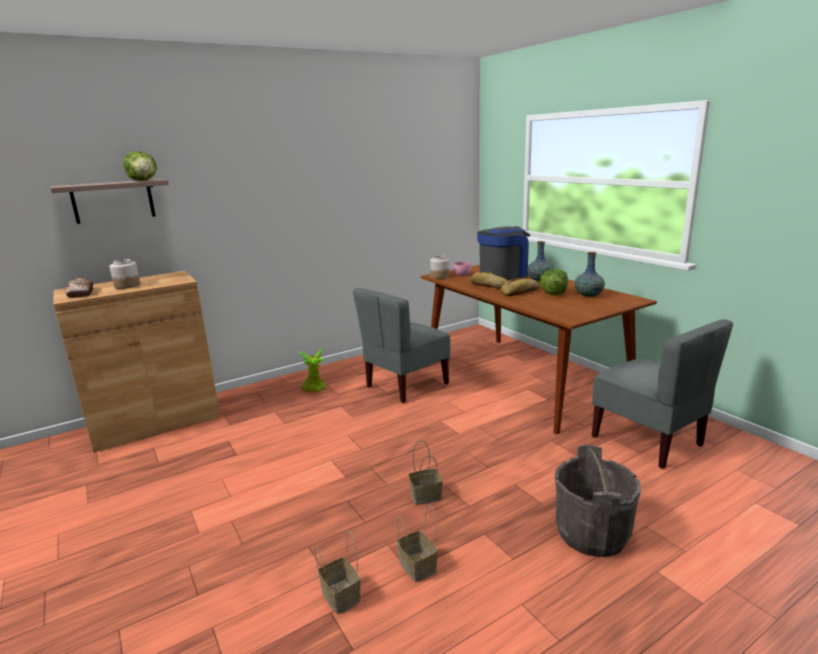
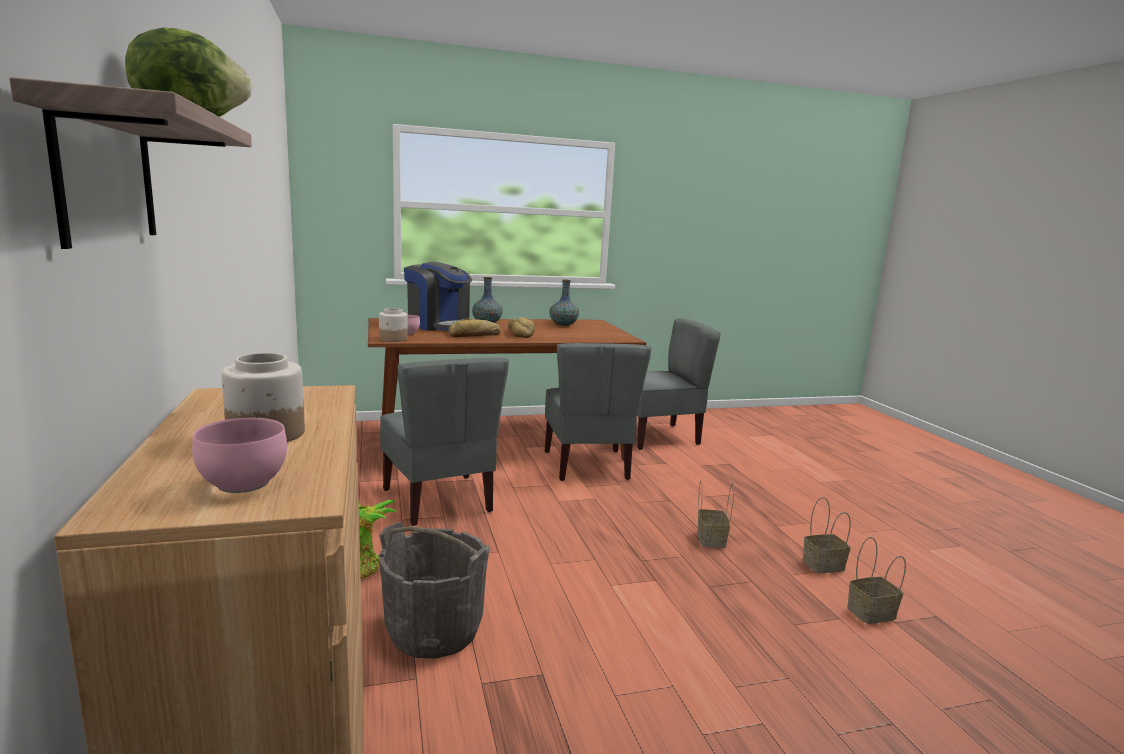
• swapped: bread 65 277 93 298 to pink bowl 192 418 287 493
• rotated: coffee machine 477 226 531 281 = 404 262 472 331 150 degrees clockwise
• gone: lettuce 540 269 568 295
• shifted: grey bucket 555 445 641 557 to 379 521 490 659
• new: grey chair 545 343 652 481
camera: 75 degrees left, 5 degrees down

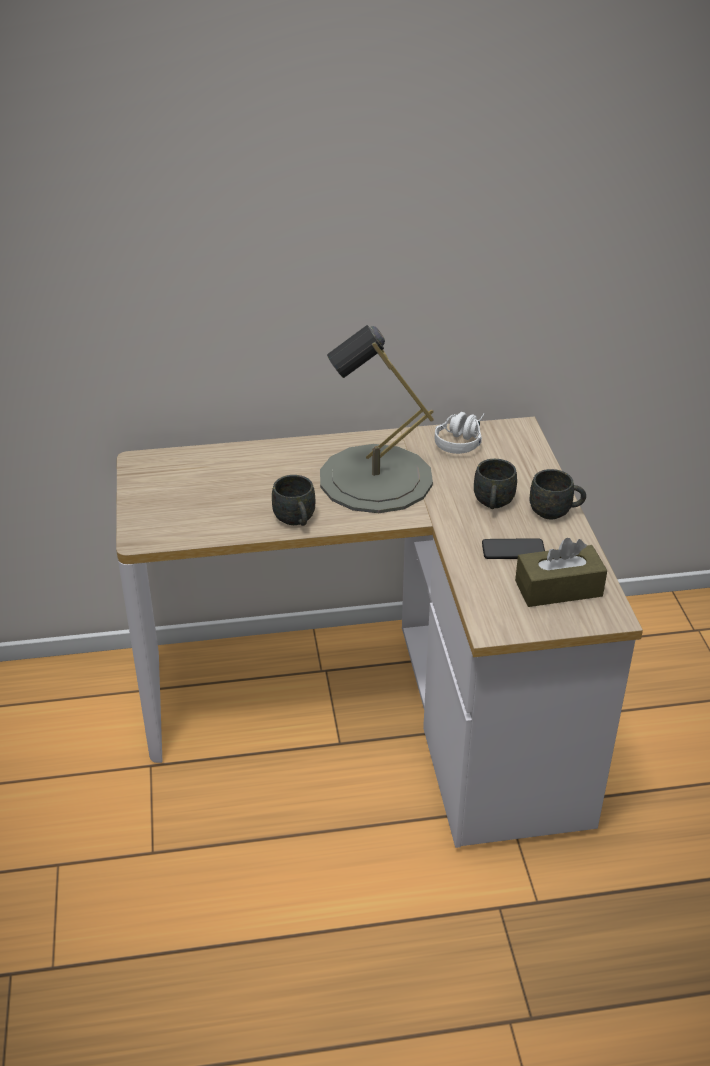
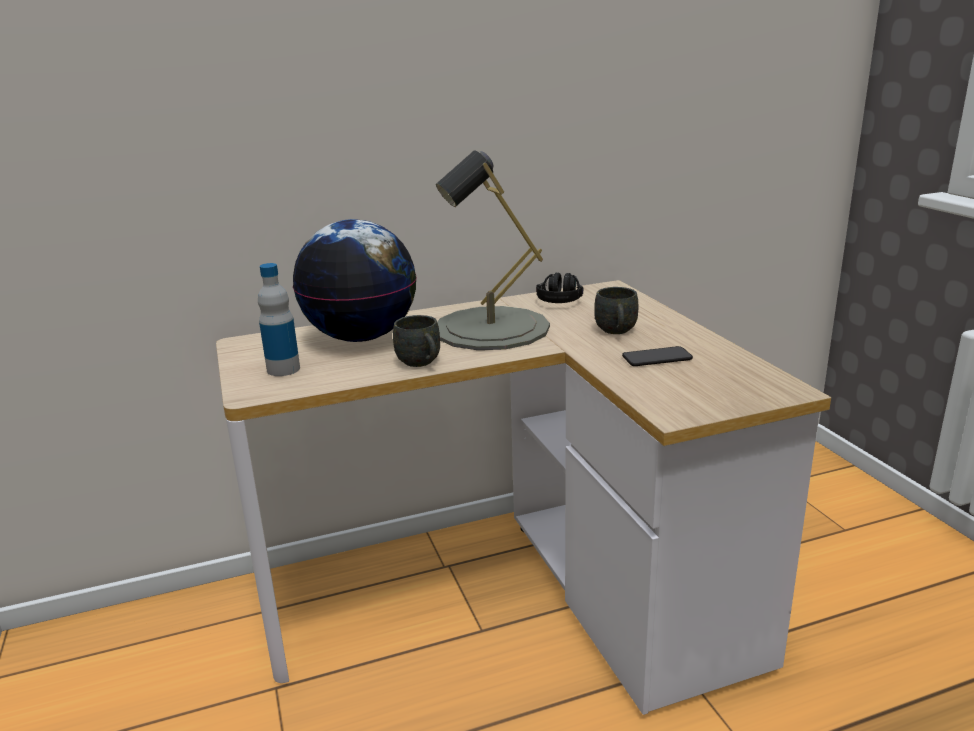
• repainted: white headphones 435 412 485 454 to black headphones 536 273 583 303
• gone: brown tissue box 515 538 607 607
• gone: grey mug 530 469 586 519
• new: bottle 258 263 300 376
• new: globe 293 219 417 342
camera: 10 degrees left, 15 degrees down

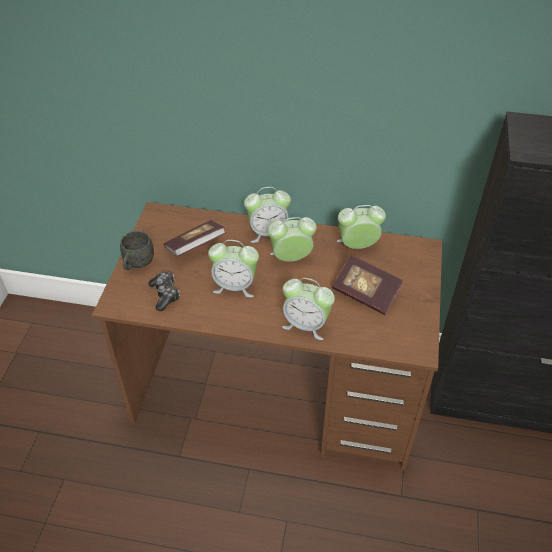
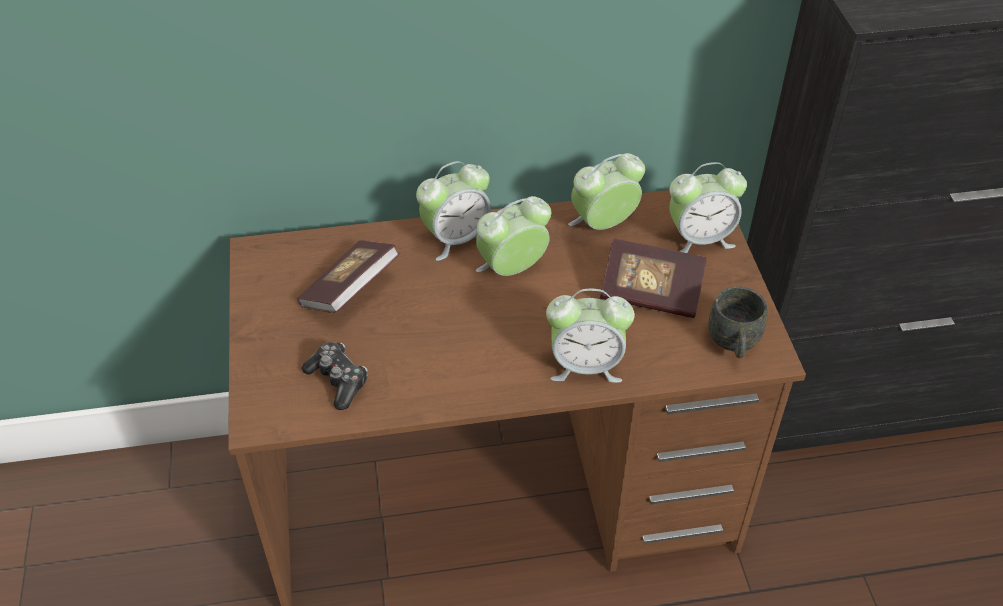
• shifted: grey mug 120 231 154 270 to 708 286 768 358
• shifted: alarm clock 208 240 259 297 to 669 162 747 253
camera: 20 degrees left, 0 degrees up

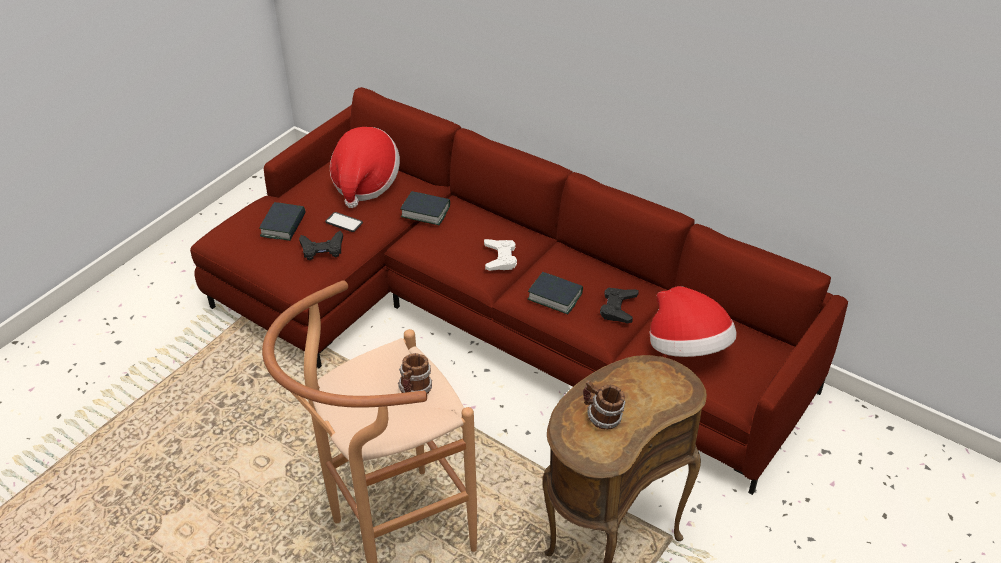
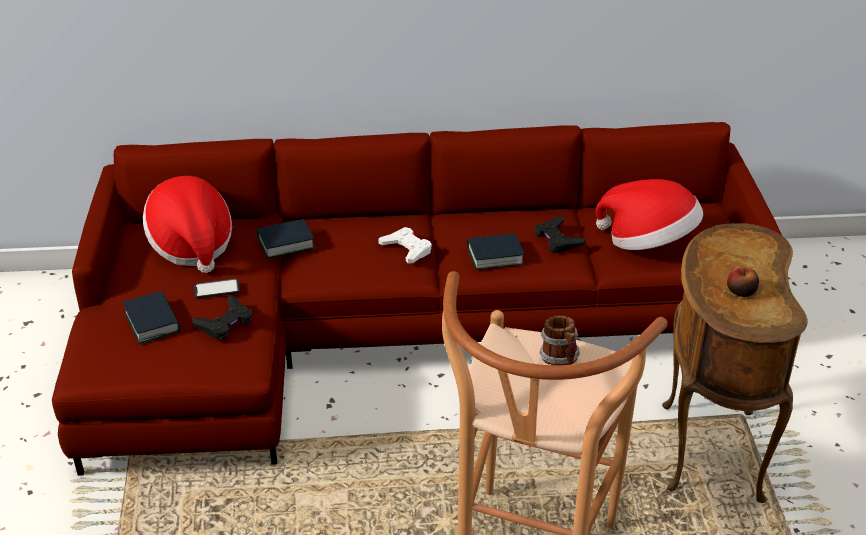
• swapped: mug 583 381 626 430 to apple 727 267 759 297
camera: 40 degrees left, 5 degrees down

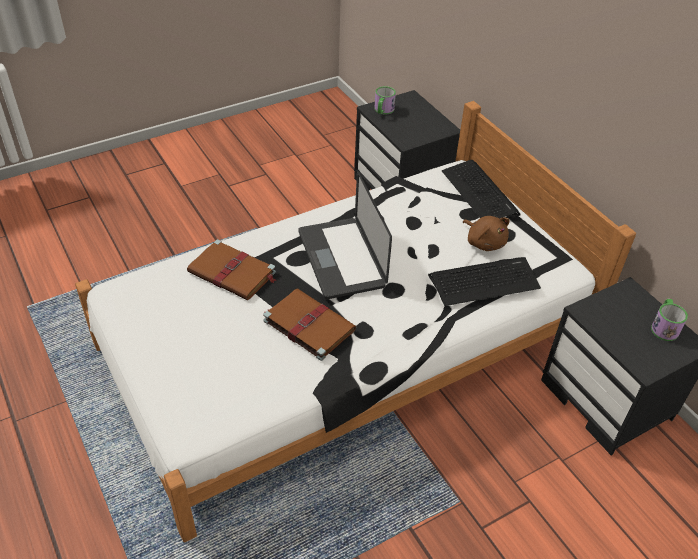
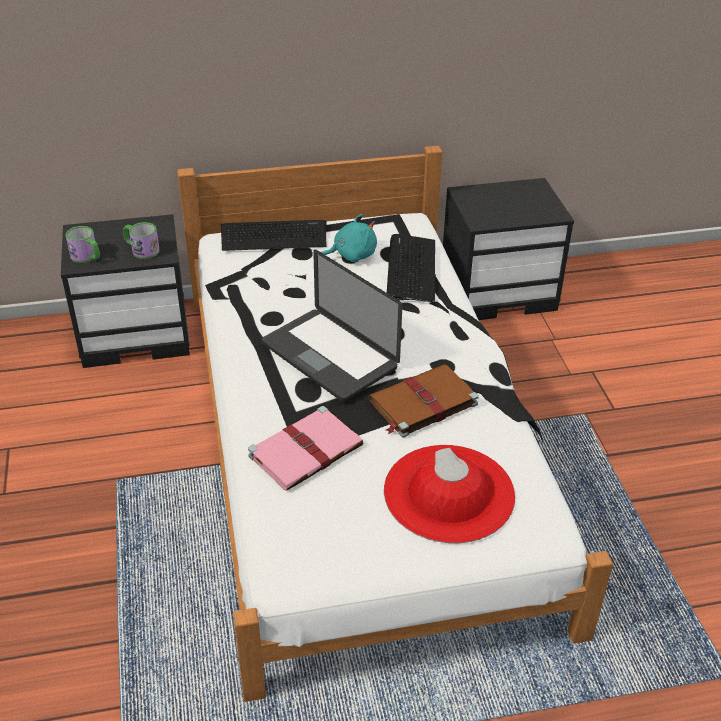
• repainted: brown book 187 239 276 300 to pink book 248 406 363 491
• rotated: laptop 298 171 392 299 = 262 250 402 402 45 degrees clockwise
• repainted: brown plush toy 463 216 510 251 to turquoise plush toy 321 214 377 262
• shifted: mug 651 299 688 341 to 123 222 160 259
• new: red hat 384 445 515 543
camera: 70 degrees left, 5 degrees down

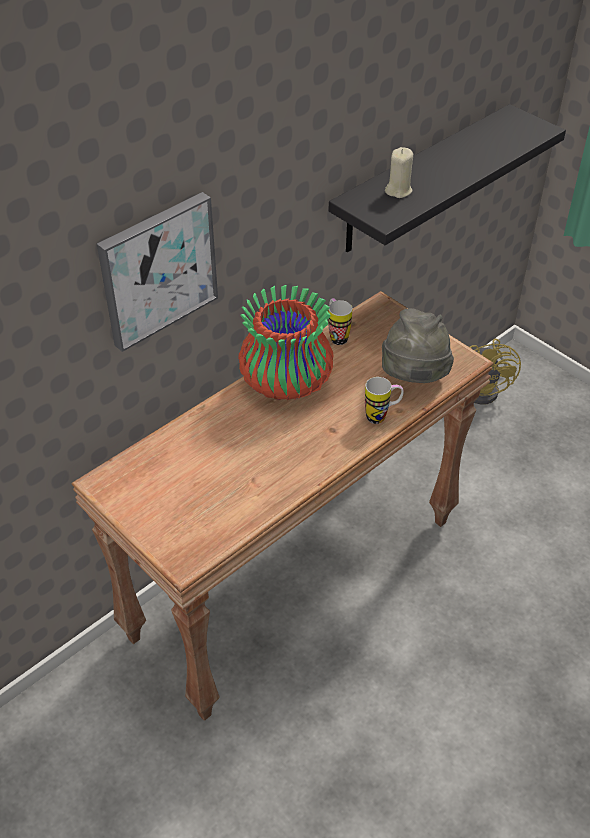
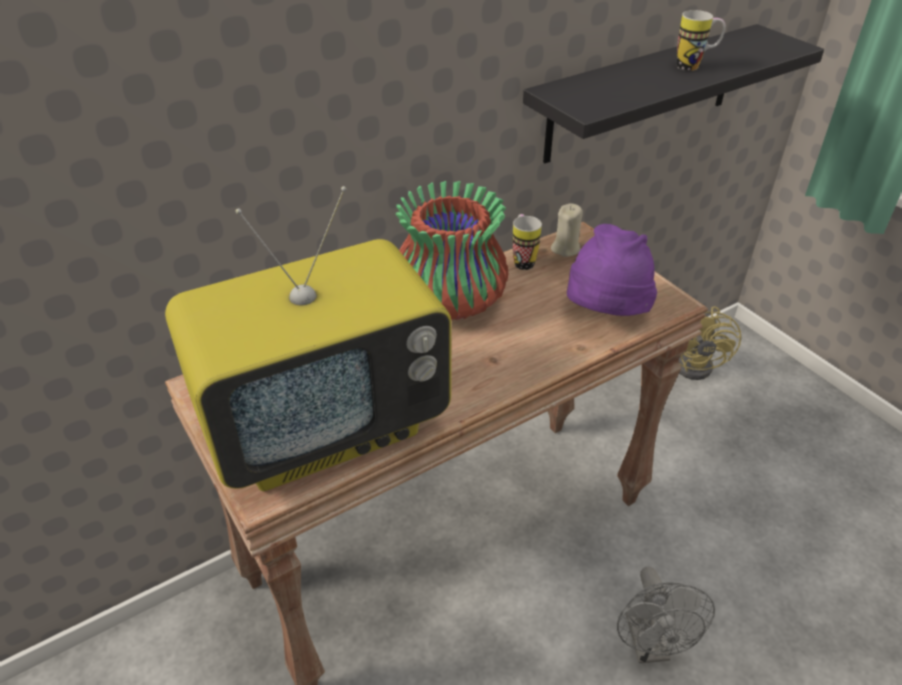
• gone: picture 97 192 218 352
• shifted: mug 365 377 403 424 to 677 10 726 71
• repainted: grey hat 382 308 454 383 to purple hat 567 224 657 316
• shifted: beige candle 385 147 413 198 to 551 203 583 257
• new: television 165 186 451 491
• new: grey fan 617 566 715 663
camera: 10 degrees right, 5 degrees down

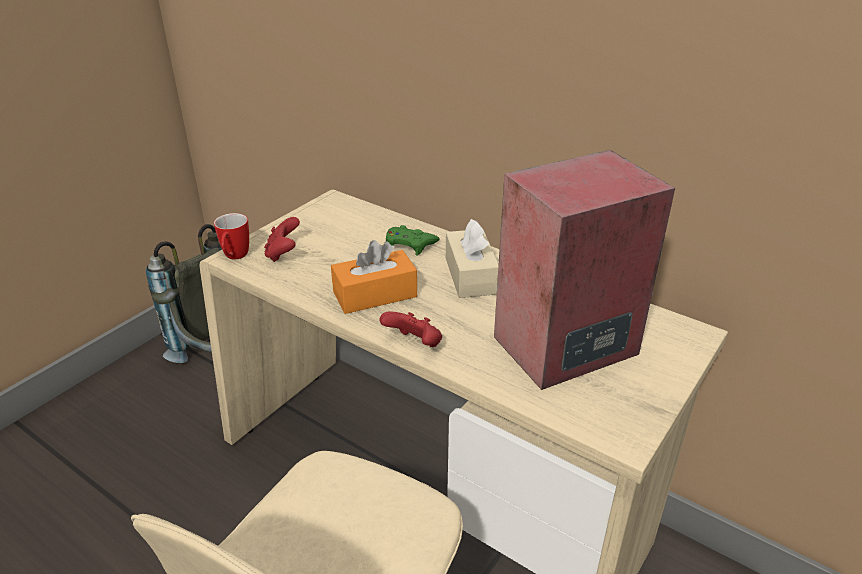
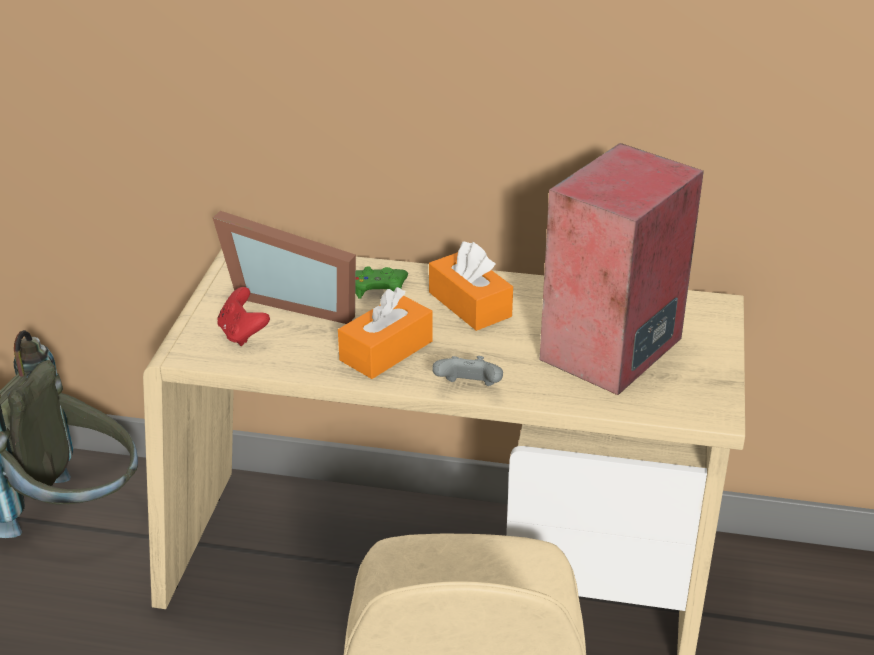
• gone: mug 214 213 249 259
• repainted: red game controller 380 311 442 347 to grey game controller 432 356 503 386
• repainted: beige tissue box 446 219 499 298 to orange tissue box 429 241 513 331
• new: picture frame 213 211 356 324
camera: 25 degrees left, 0 degrees up

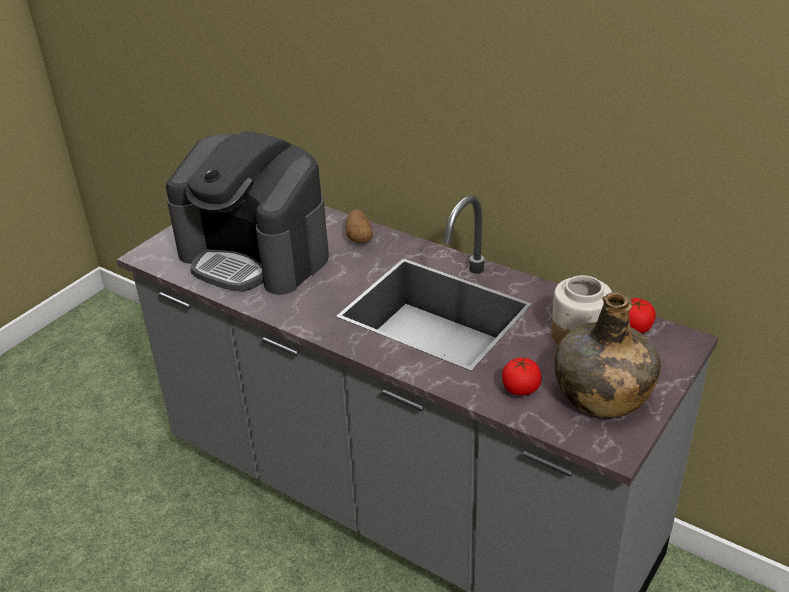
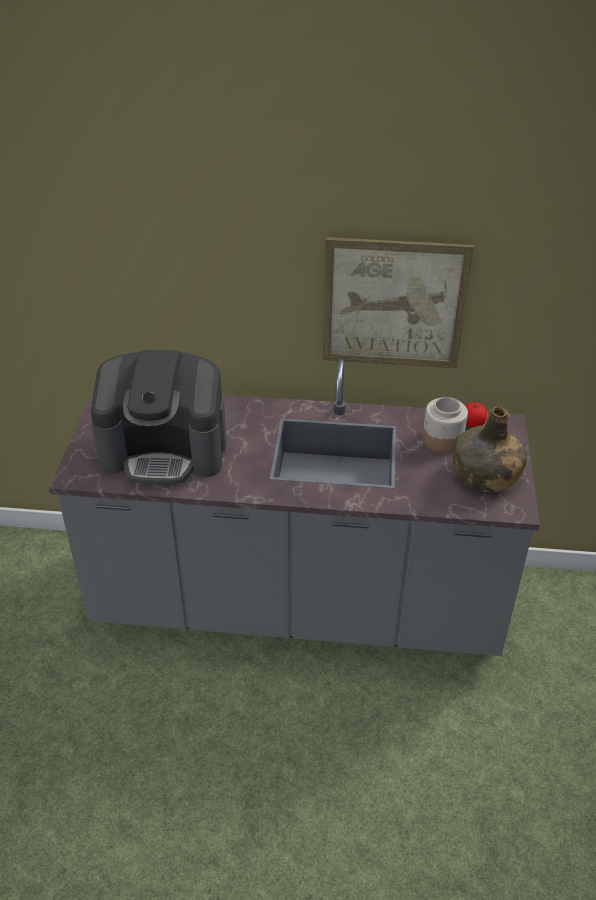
• gone: potato 346 209 373 243
• gone: tomato 502 357 542 396
• new: picture 323 237 474 368
camera: 30 degrees left, 5 degrees up

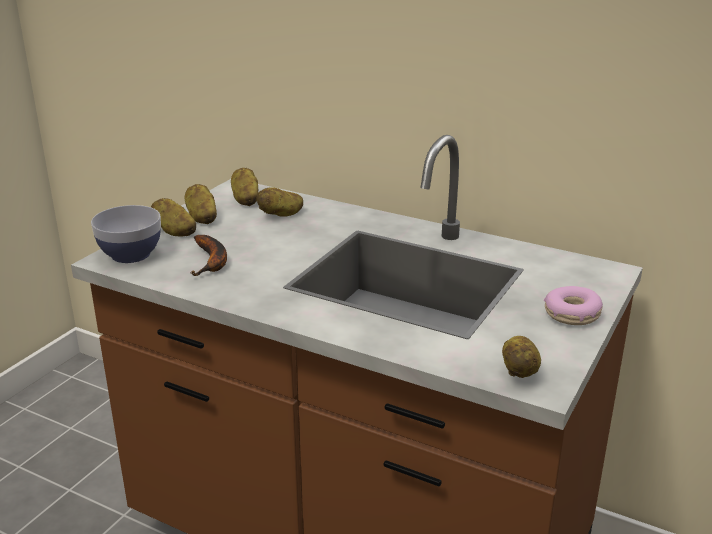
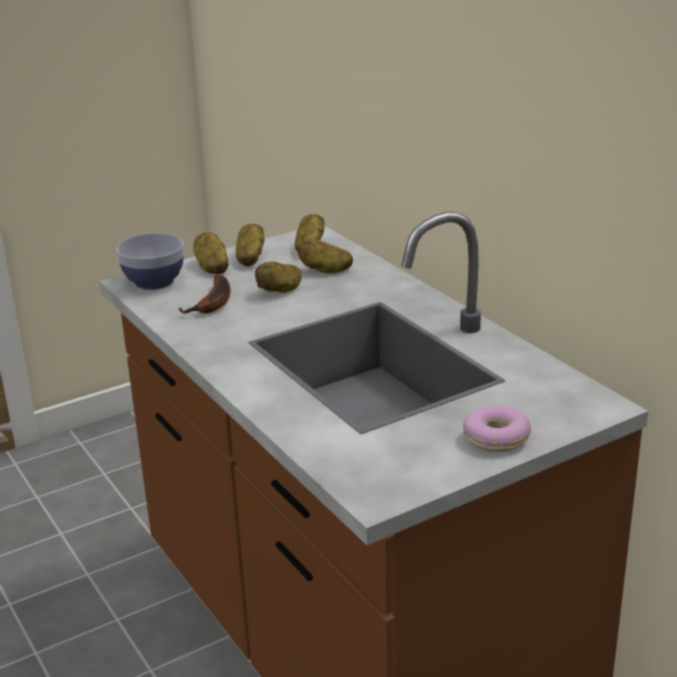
• shifted: potato 502 336 541 378 to 255 261 302 293
camera: 30 degrees right, 0 degrees up

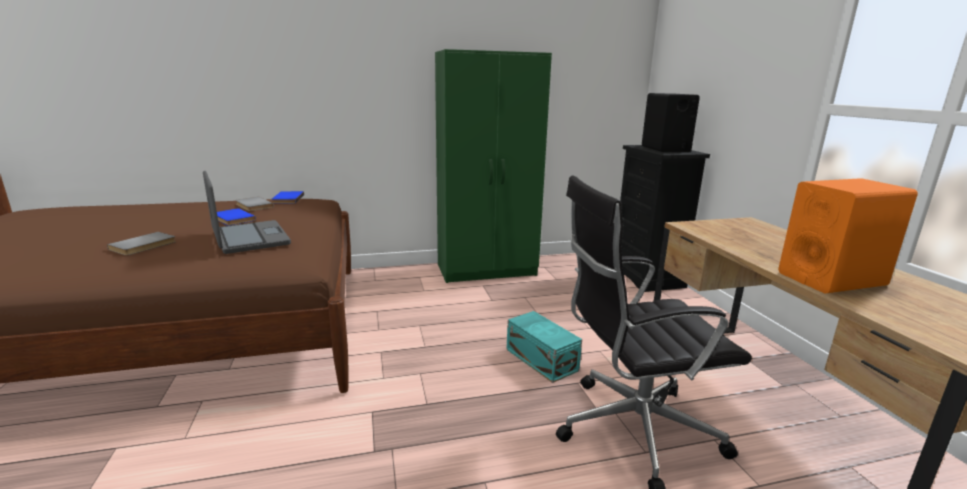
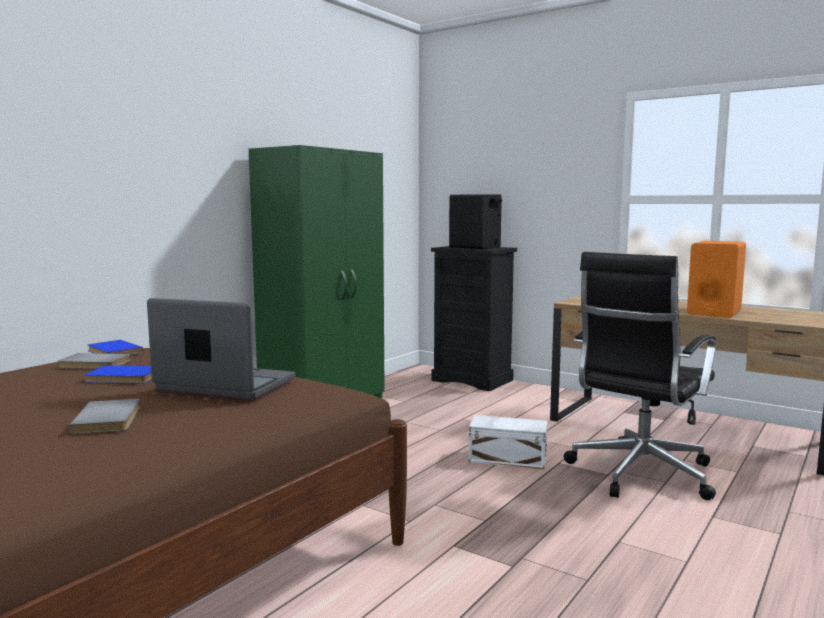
• repainted: turquoise storage box 506 311 582 383 to white storage box 469 415 548 469
camera: 40 degrees left, 10 degrees down

